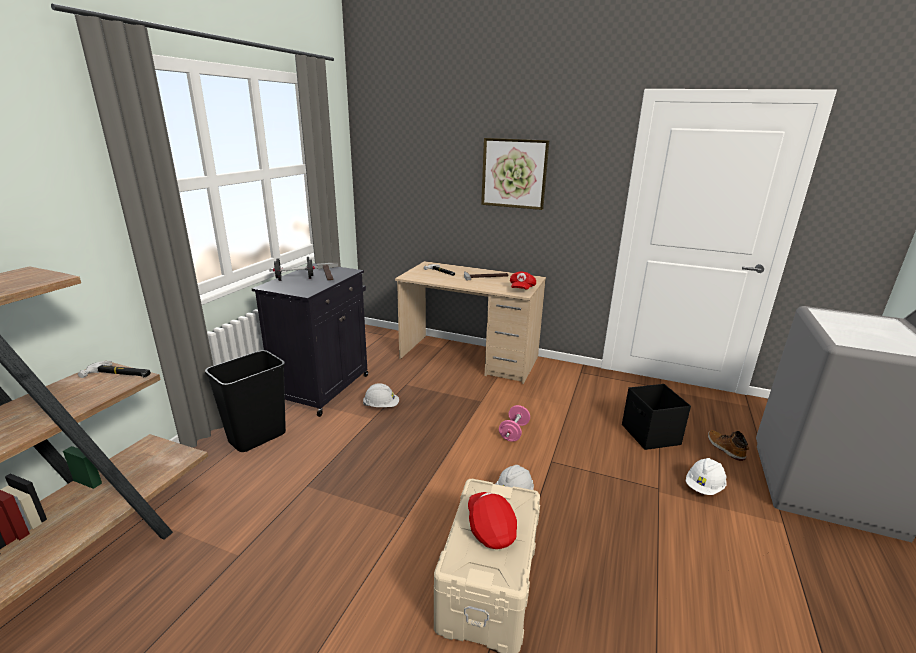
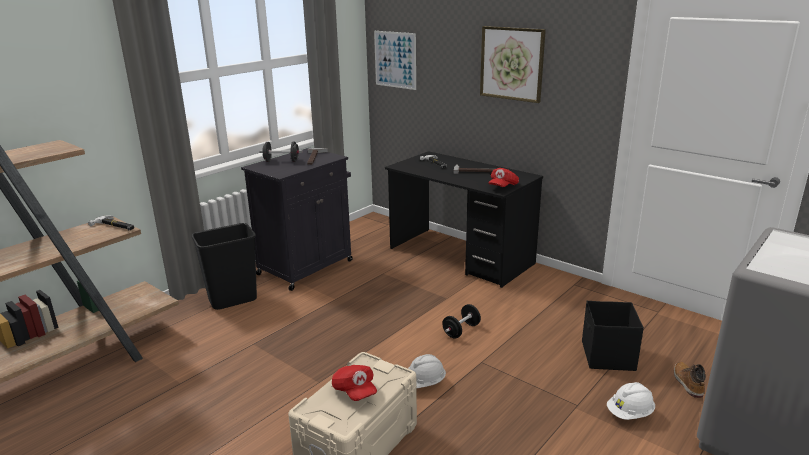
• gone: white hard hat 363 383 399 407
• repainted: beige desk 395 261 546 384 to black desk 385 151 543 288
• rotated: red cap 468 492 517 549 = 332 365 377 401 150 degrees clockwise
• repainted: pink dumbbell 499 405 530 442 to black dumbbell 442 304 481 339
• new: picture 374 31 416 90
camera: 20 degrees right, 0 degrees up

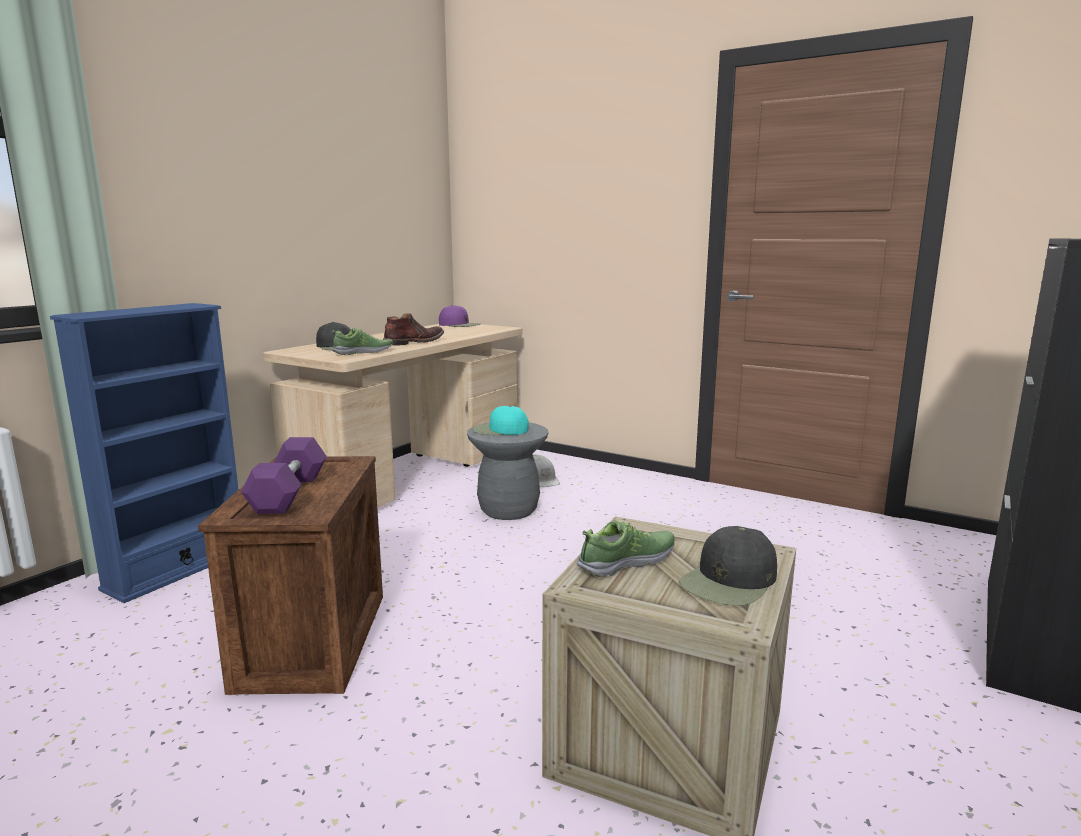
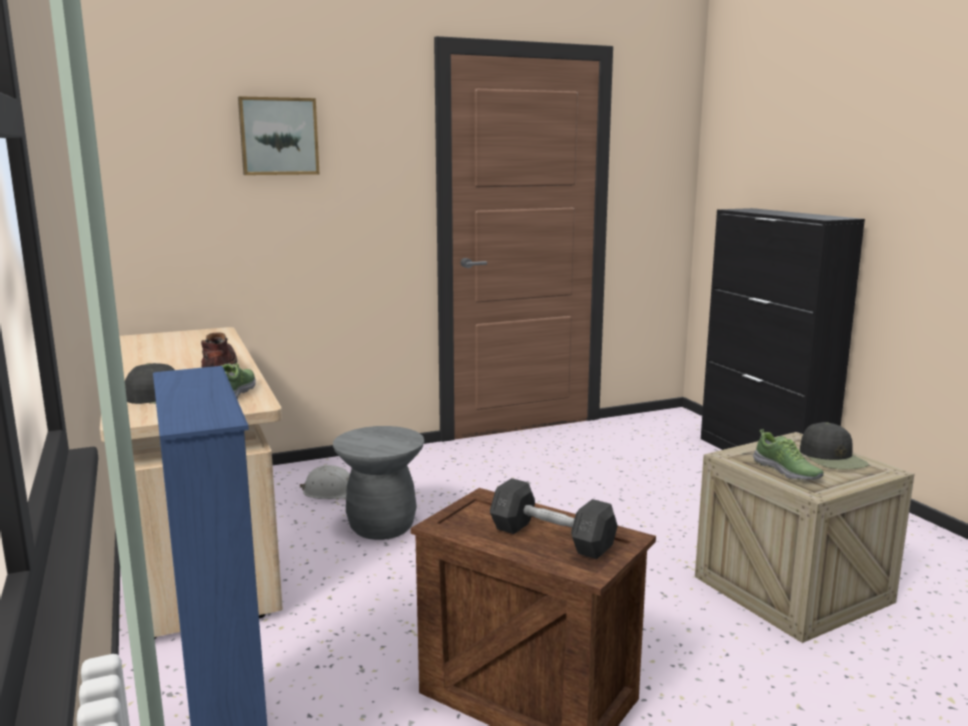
• repainted: purple dumbbell 241 437 327 514 to grey dumbbell 490 478 618 559
• gone: purple cap 439 305 480 327
• gone: turquoise cap 473 406 529 435
• rotated: shoe 577 520 675 578 = 753 429 823 480 150 degrees clockwise
• new: picture 238 96 319 175
camera: 55 degrees left, 0 degrees up

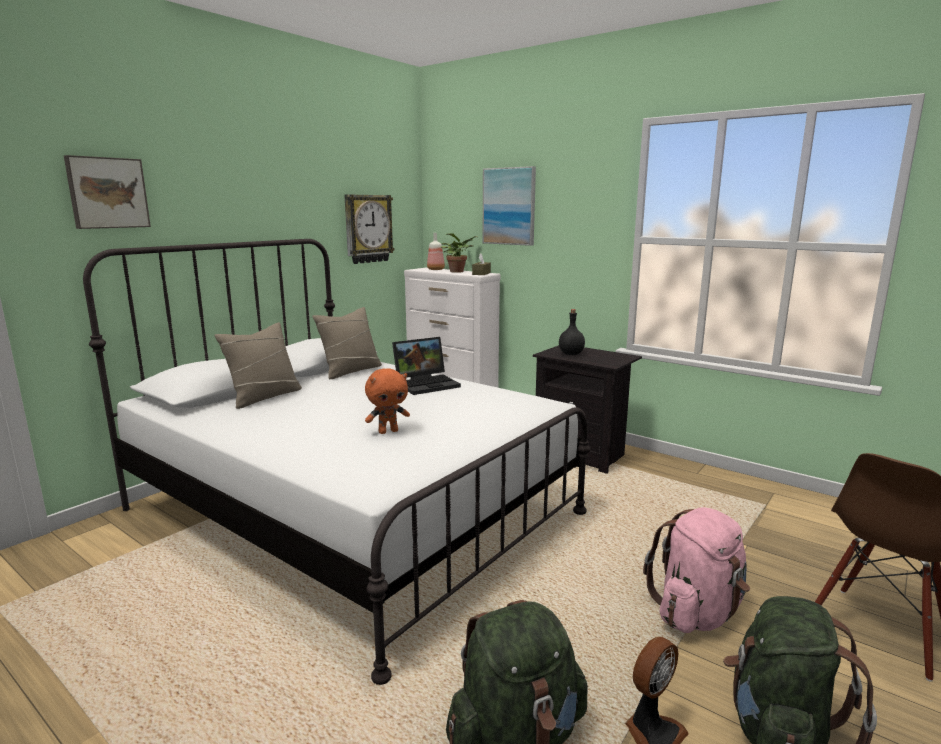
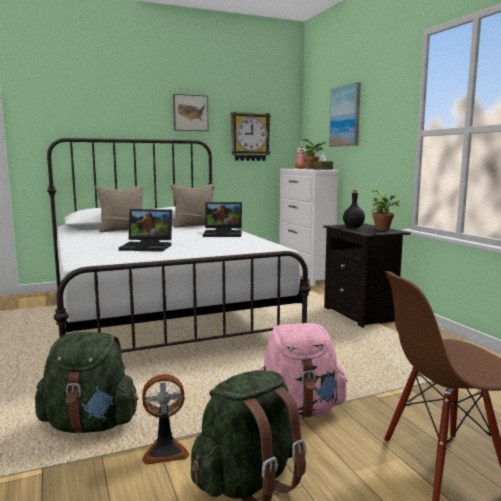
• shifted: picture 64 155 151 229 to 173 94 209 131
• swapped: orange plush toy 365 368 410 434 to laptop 119 209 172 251
• new: potted plant 371 190 400 230
camera: 30 degrees right, 5 degrees down

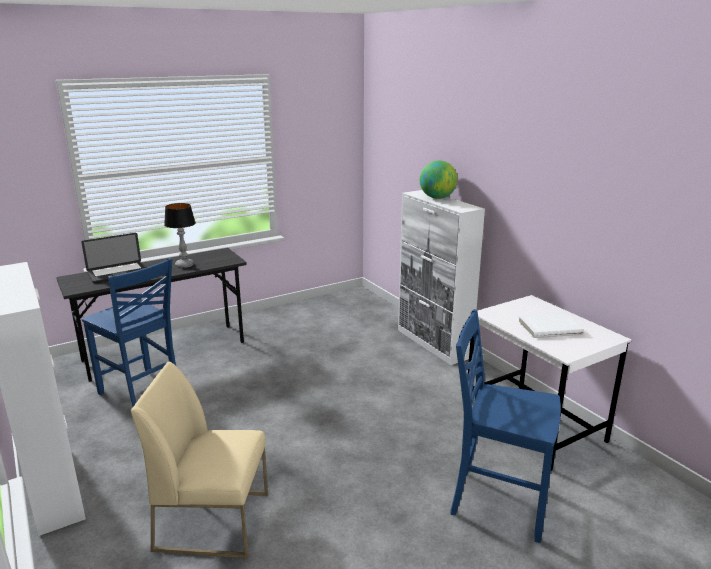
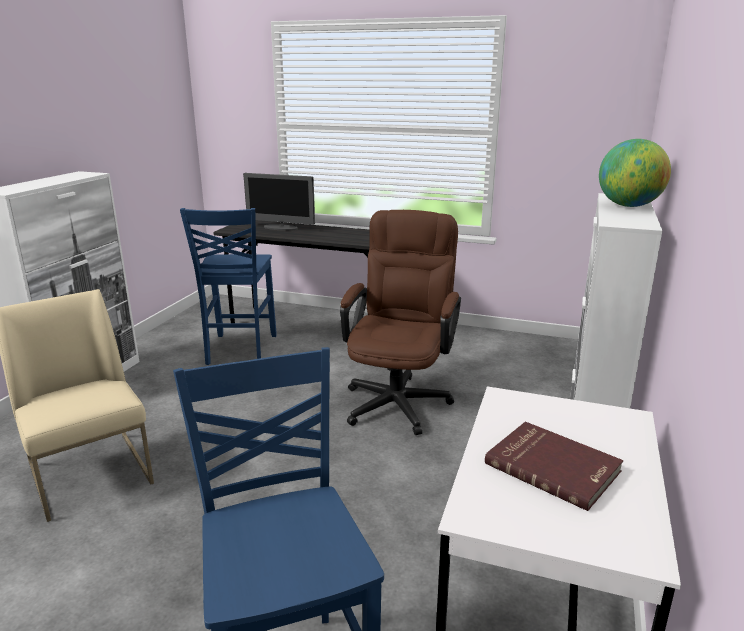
• swapped: laptop 81 233 146 283 to monitor 243 173 315 231
• gone: table lamp 164 203 196 268
• repainted: white book 518 313 584 338 to red book 485 421 623 511
• new: brown office chair 340 210 461 435
camera: 50 degrees right, 0 degrees up

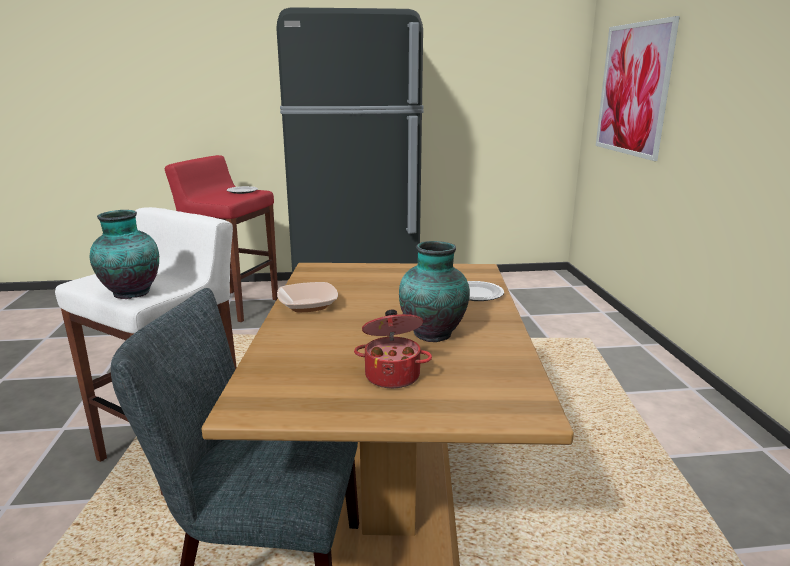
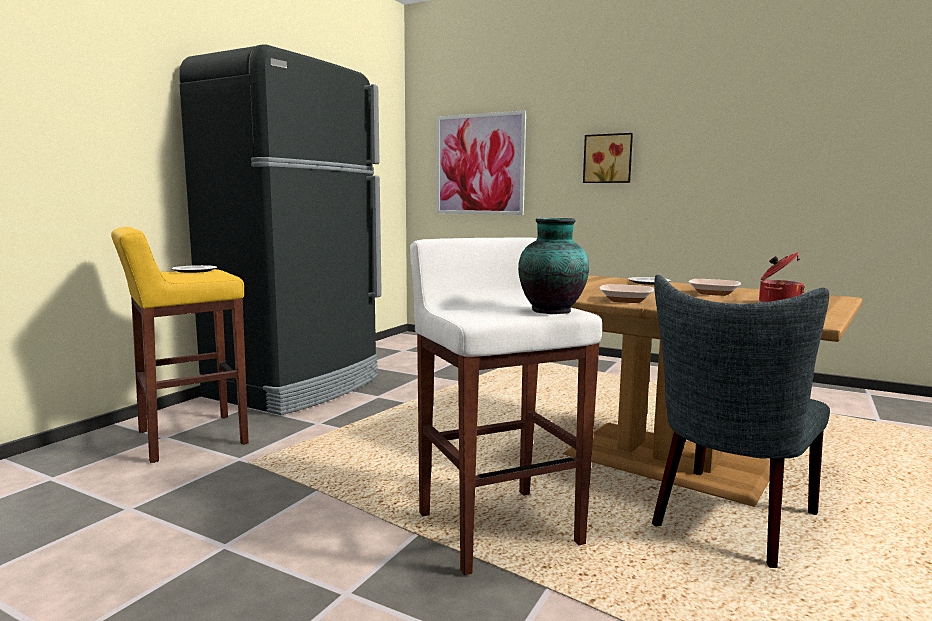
• repainted: red stool 165 155 278 322 to yellow stool 111 227 249 463
• swapped: vase 399 241 470 342 to bowl 689 279 741 296
• new: picture 583 133 633 183
camera: 55 degrees left, 10 degrees down

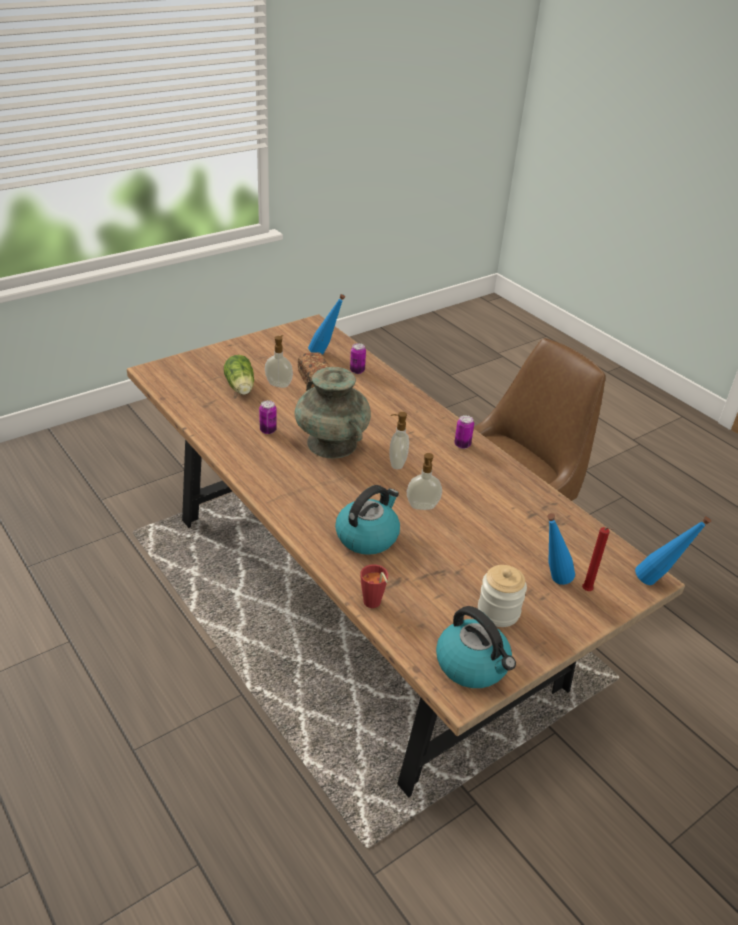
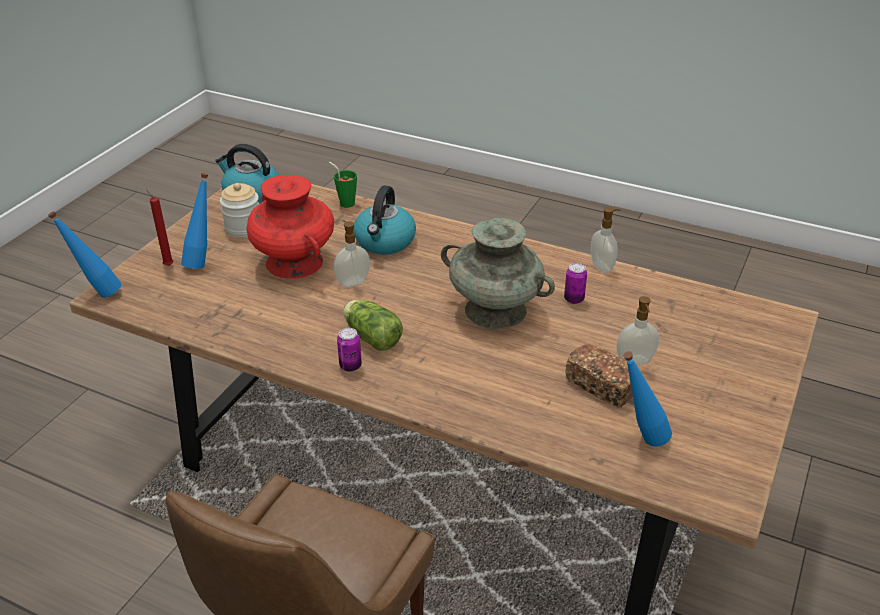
• shifted: lettuce 224 355 254 395 to 343 300 403 351
• gone: can 350 343 366 374
• repainted: red cup 360 564 388 608 to green cup 329 162 357 208
• shifted: soap dispenser 389 412 409 469 to 591 207 621 273
• new: red vase 247 175 334 278
camera: 155 degrees right, 0 degrees up

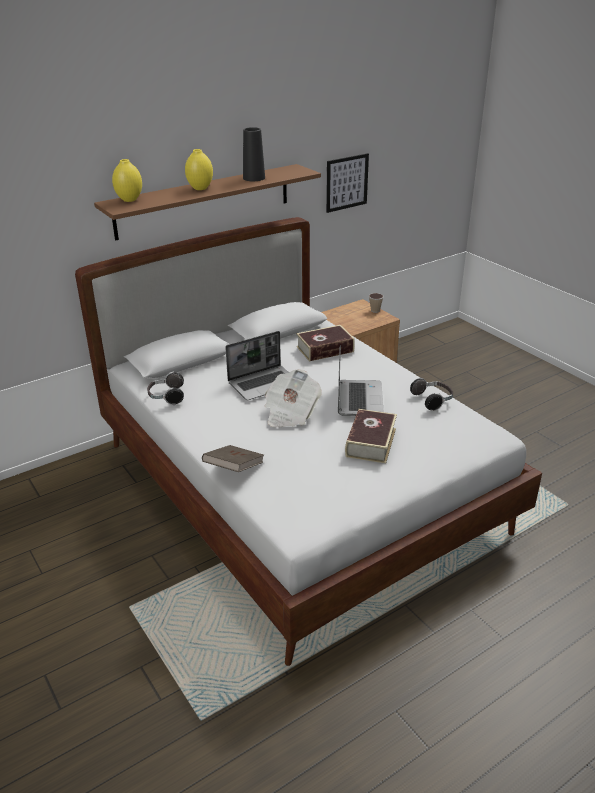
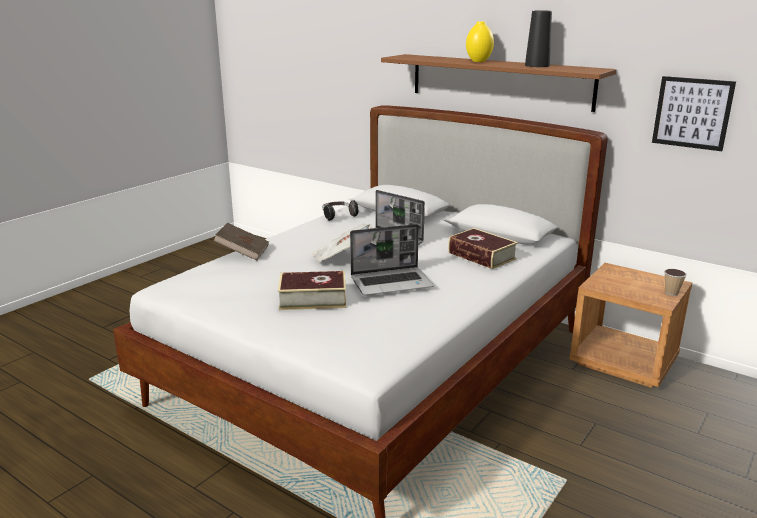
• gone: yellow vase 112 159 142 202
• gone: headphones 410 378 453 411
camera: 70 degrees right, 10 degrees down

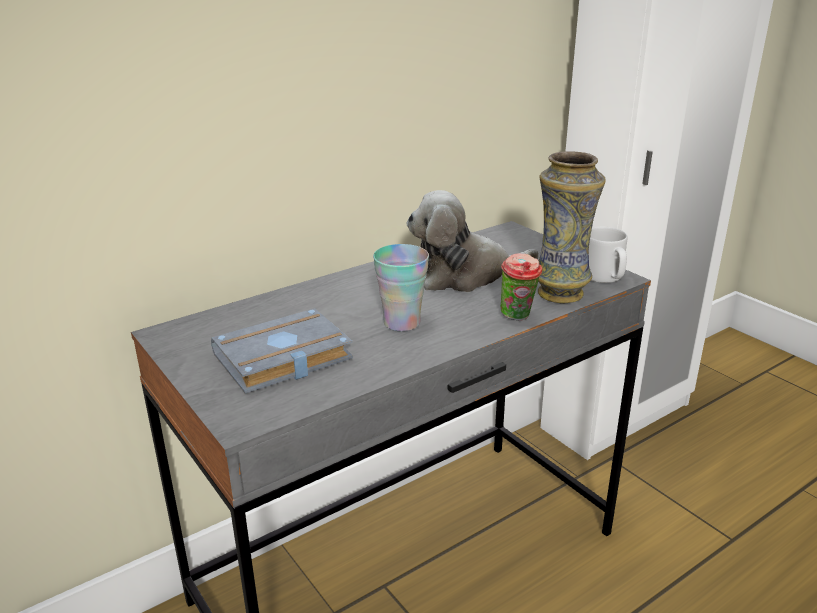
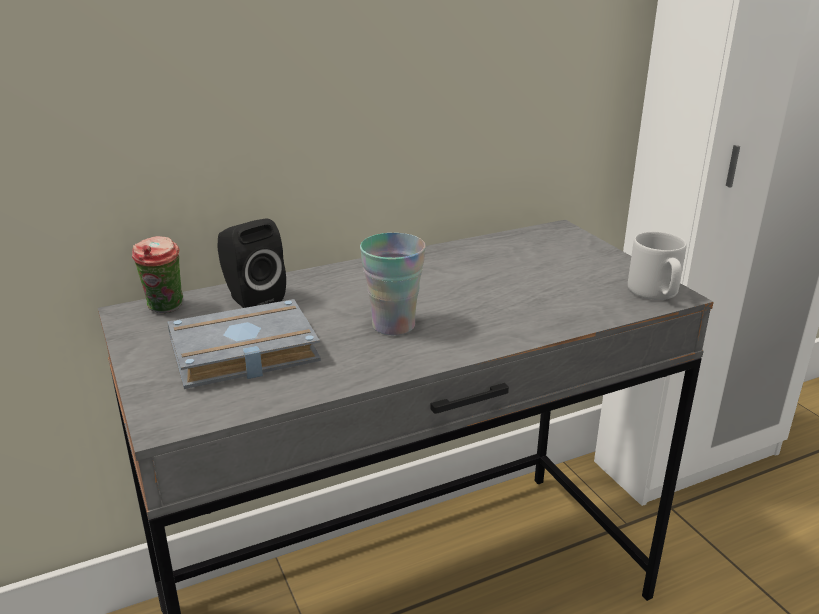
• gone: plush toy 406 190 539 292
• shifted: cup 501 254 542 321 to 132 236 183 313
• gone: vase 538 151 606 304
• new: black speaker 217 218 286 308
camera: 10 degrees right, 0 degrees up

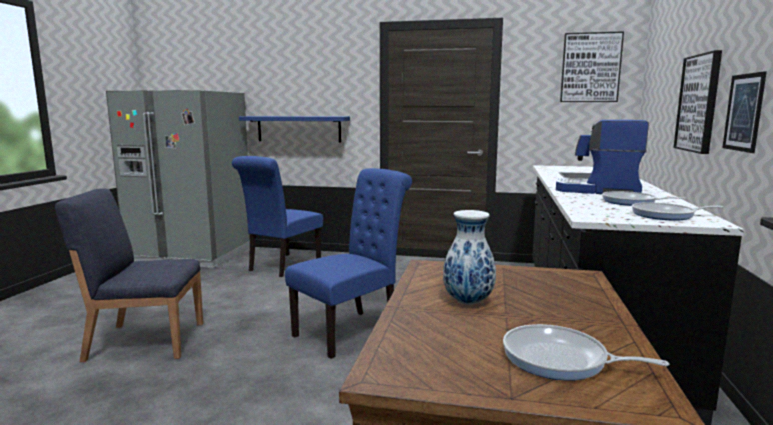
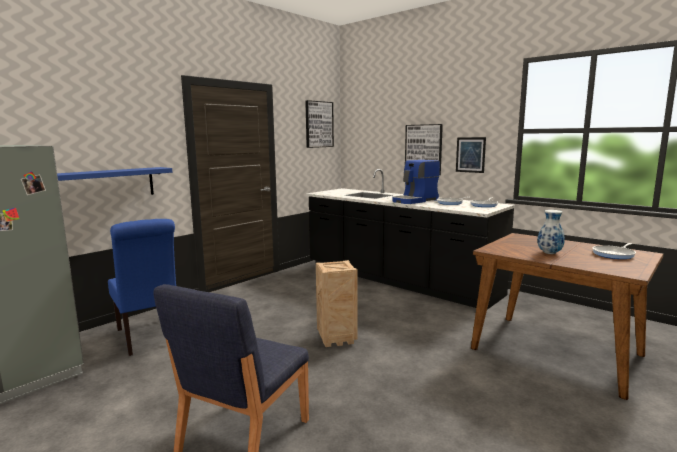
• swapped: blue chair 285 168 412 359 to crate 316 260 358 347
camera: 60 degrees left, 0 degrees up

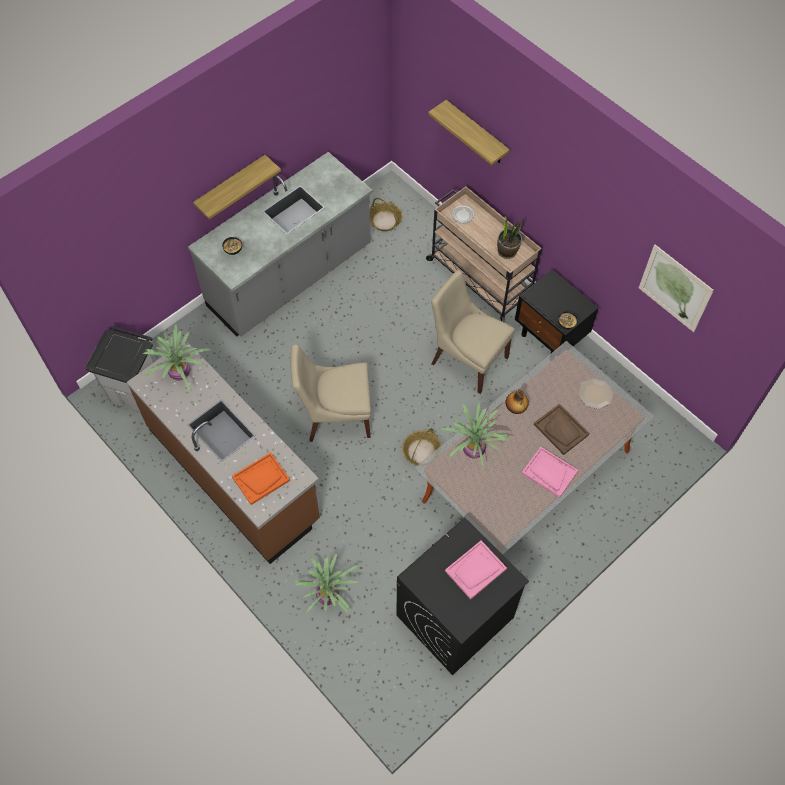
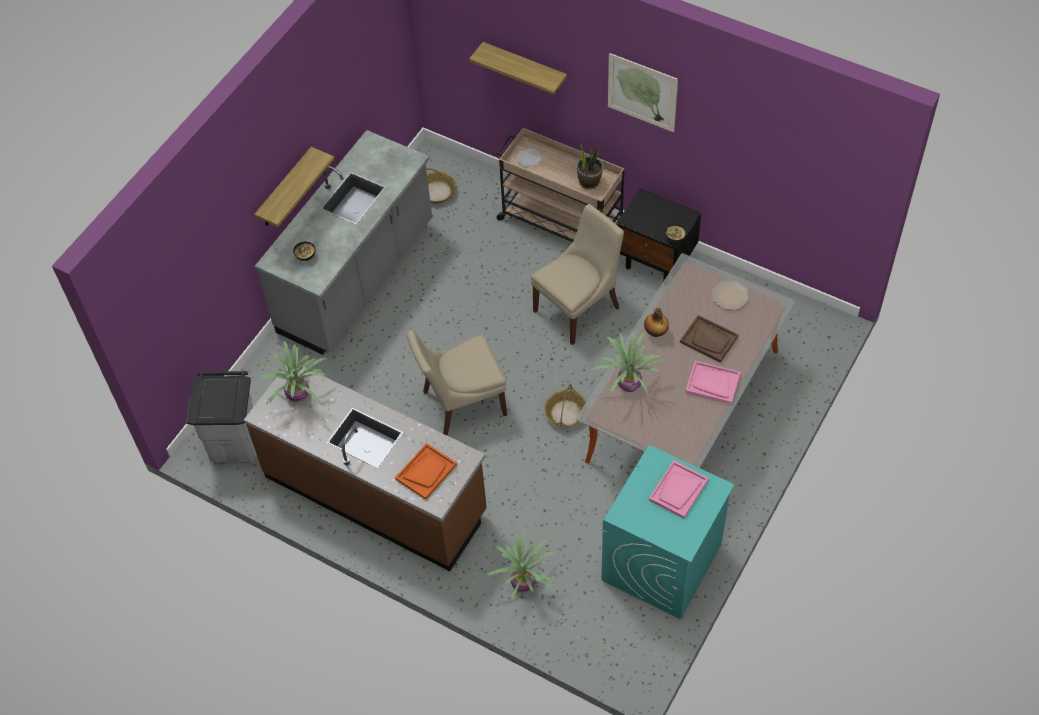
• repainted: black washing machine 396 518 529 675 to turquoise washing machine 602 445 734 620
• rotated: beige chair 431 270 515 394 = 531 204 624 345 120 degrees clockwise
• shifted: picture 639 245 714 332 to 608 53 678 132
camera: 15 degrees left, 5 degrees down

